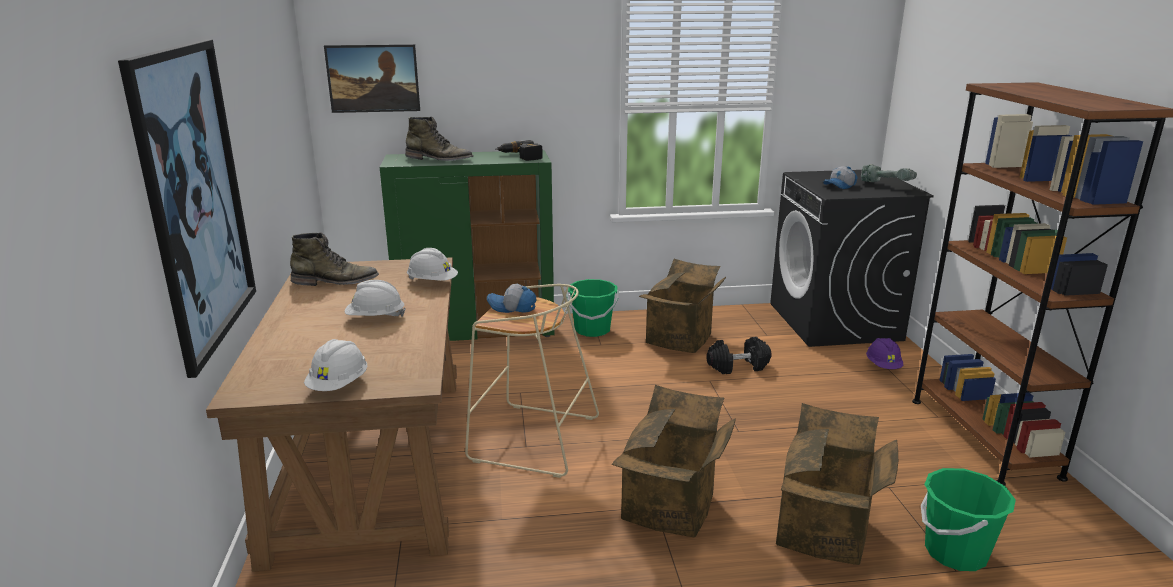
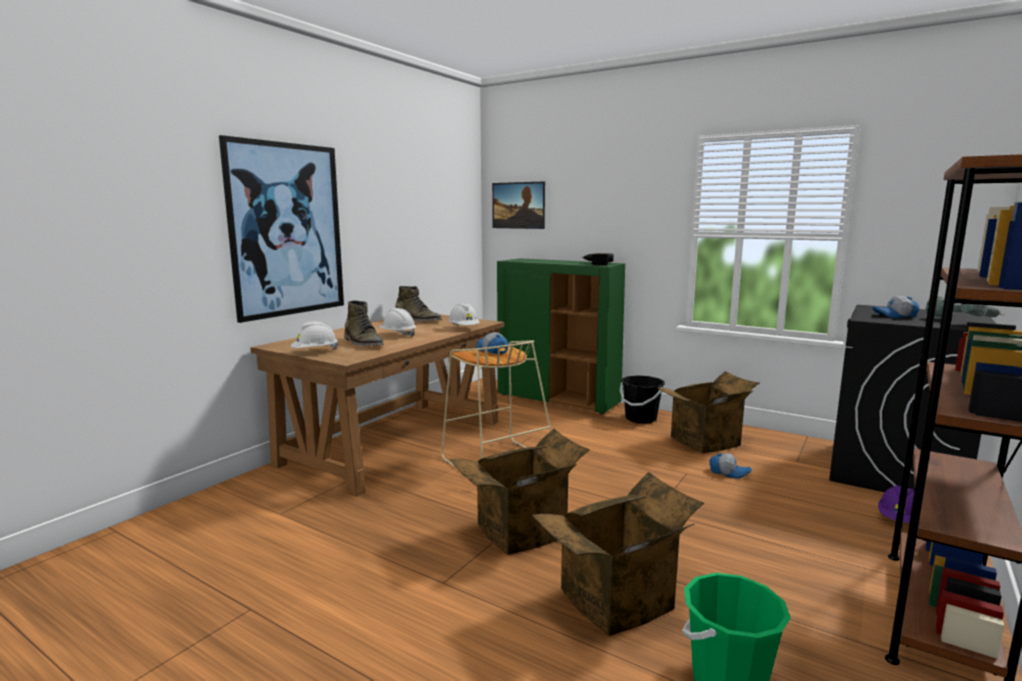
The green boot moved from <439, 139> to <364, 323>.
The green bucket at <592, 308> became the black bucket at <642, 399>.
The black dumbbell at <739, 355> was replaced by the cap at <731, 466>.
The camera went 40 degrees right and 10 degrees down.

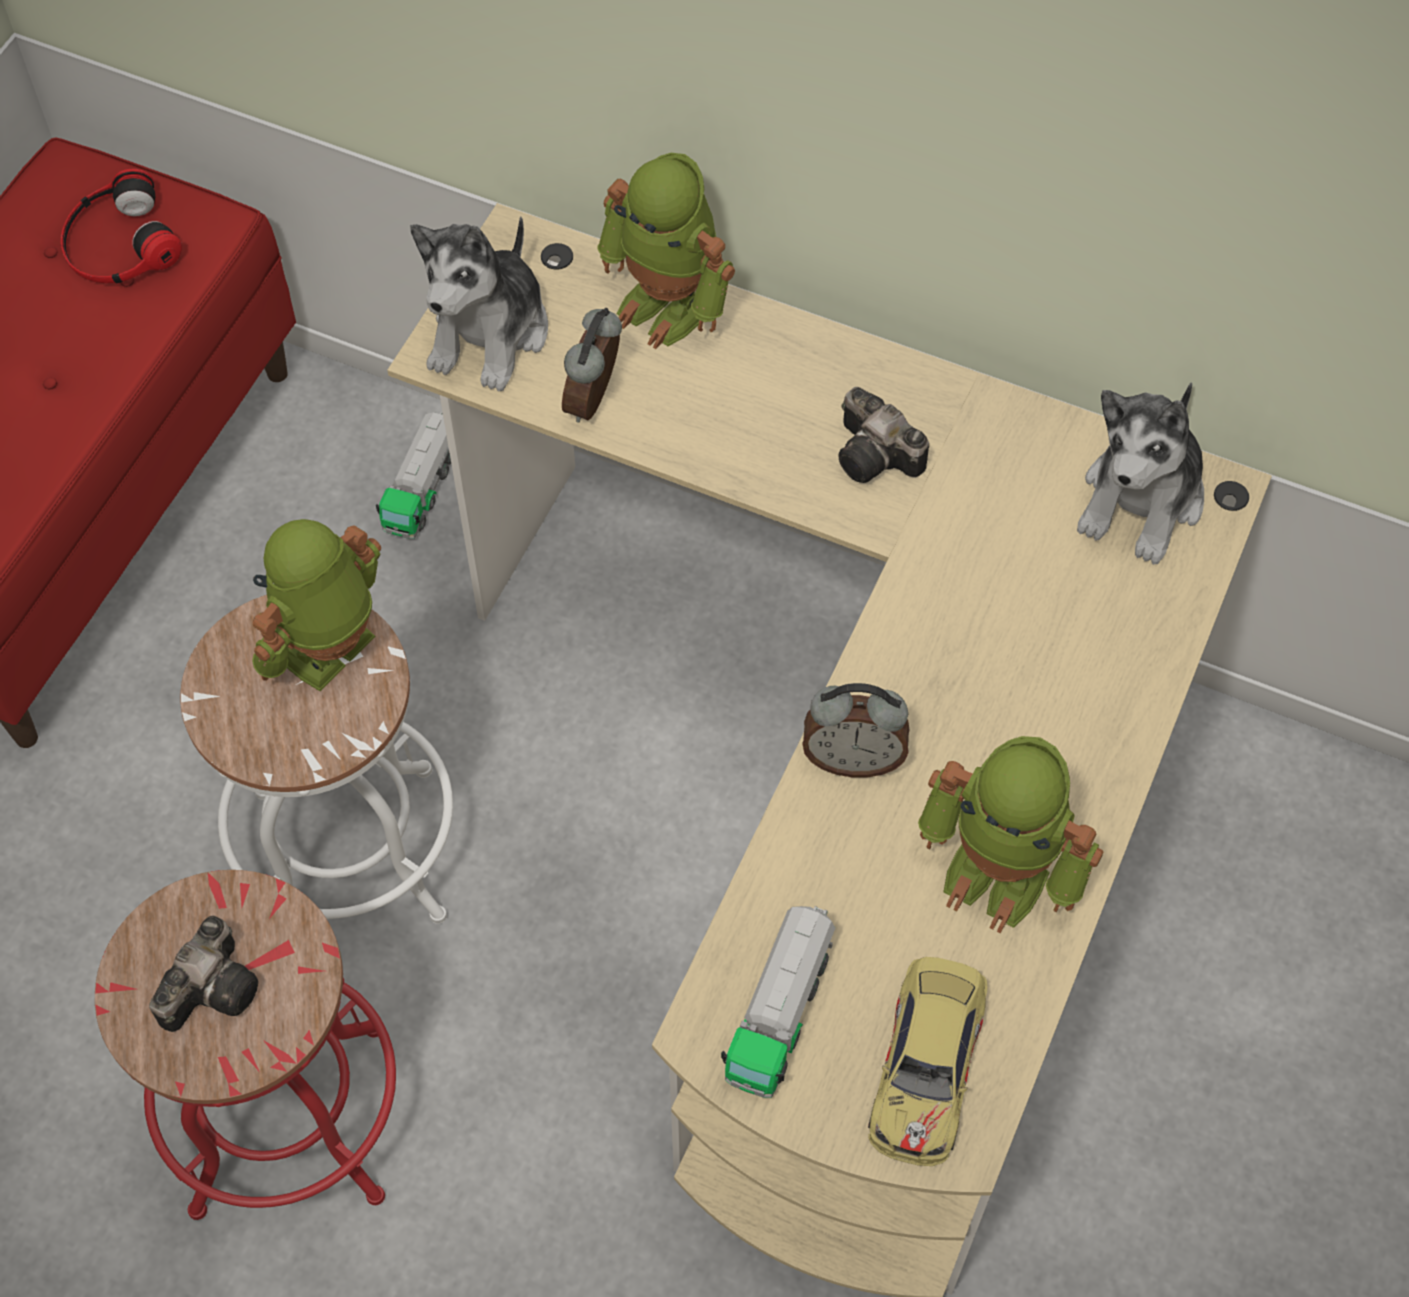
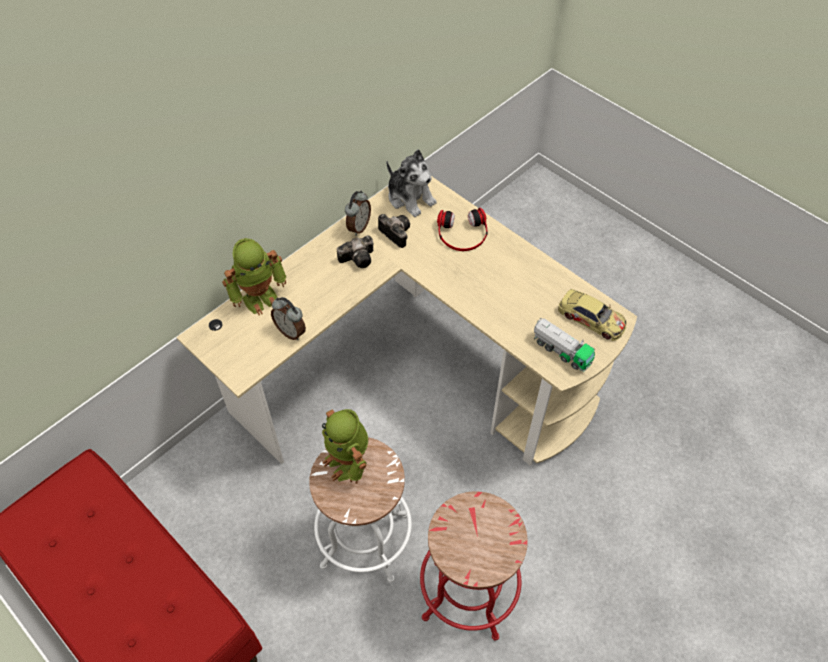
The headphones moved from <121, 226> to <462, 229>.
The plush toy at <479, 304> disappeared.
The toy truck at <413, 475> disappeared.
The alarm clock moved from <856, 730> to <358, 213>.
The toy robot at <1010, 834> disappeared.
The photo camera moved from <203, 974> to <394, 231>.
The camera went 70 degrees left and 5 degrees down.

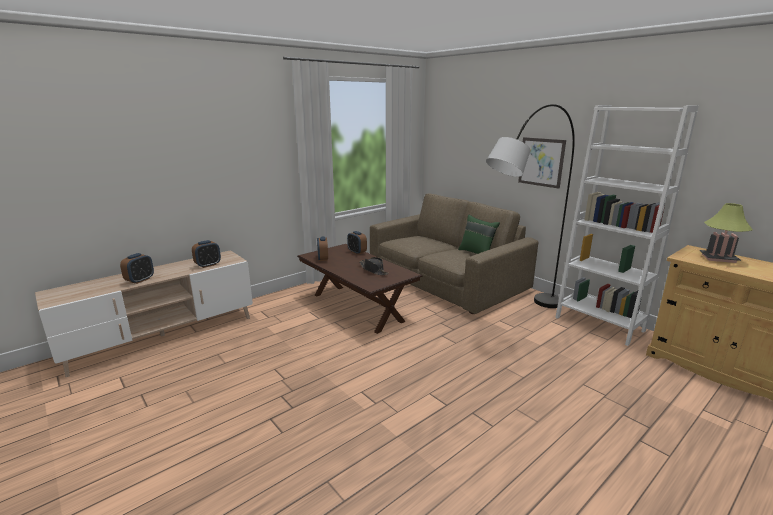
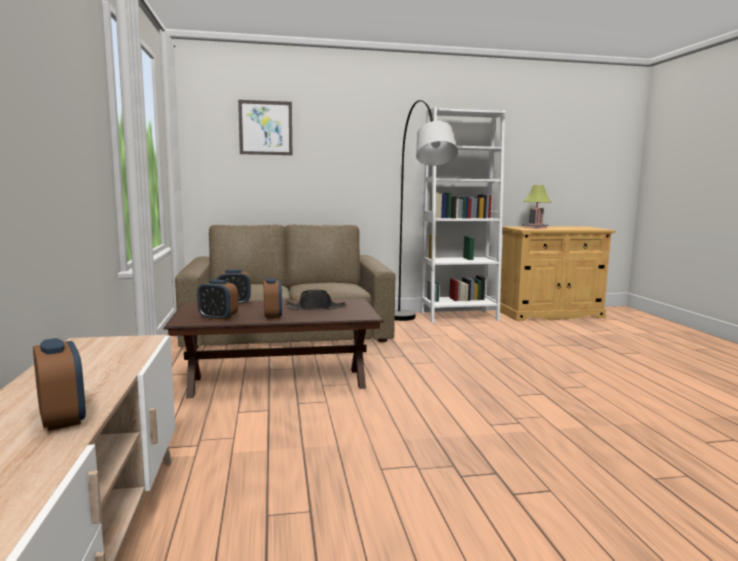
The picture moved from <542, 163> to <265, 127>.
The green pillow at <479, 234> disappeared.
The alarm clock moved from <206, 254> to <273, 298>.
The camera went 60 degrees left and 10 degrees down.

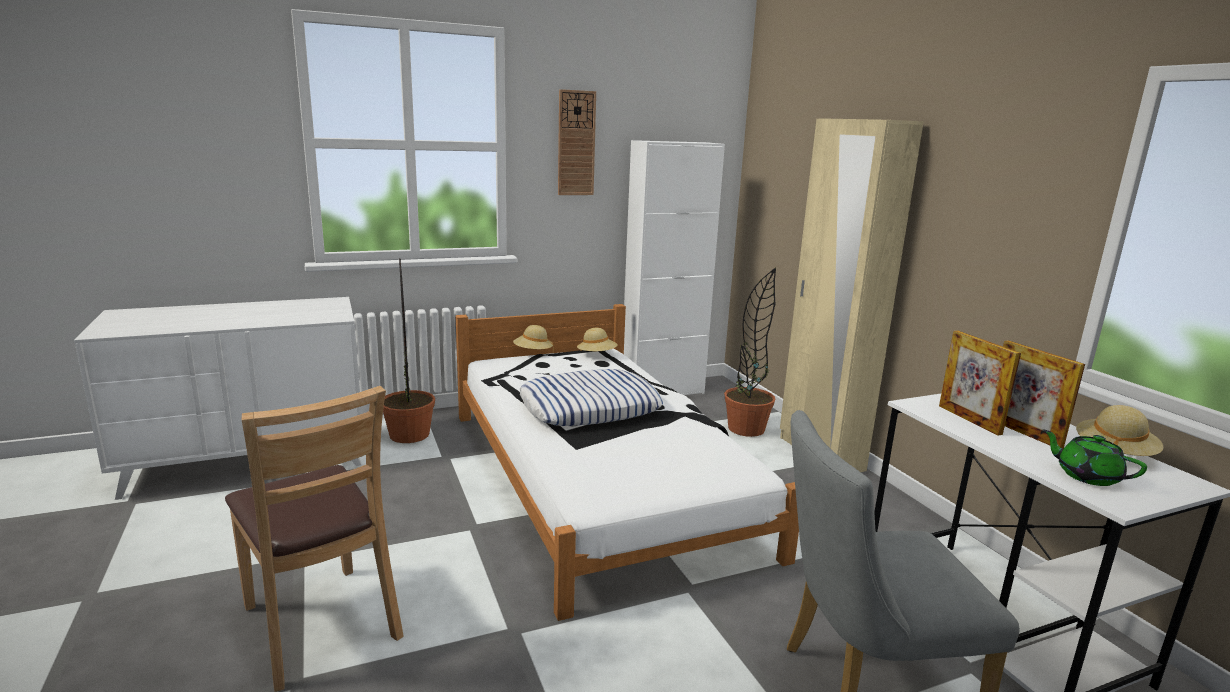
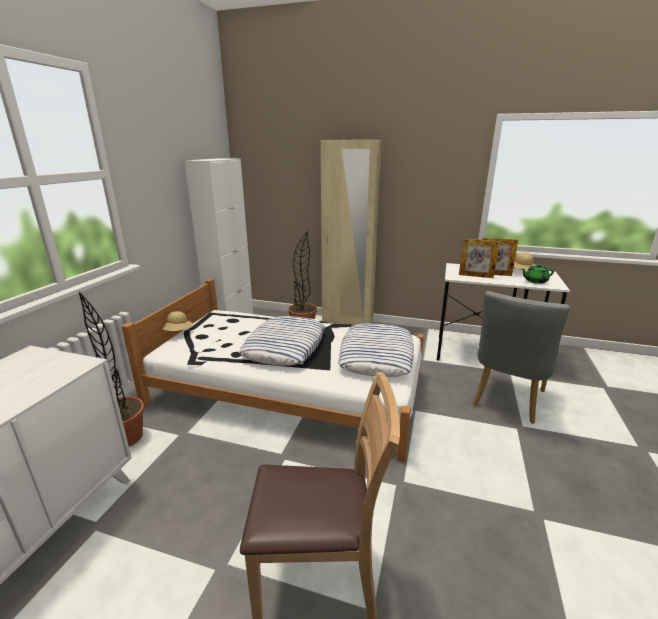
The wall clock at <577, 142> disappeared.
The beige hat at <597, 339> disappeared.
The pillow at <376, 350> appeared.
The camera went 50 degrees left and 5 degrees up.

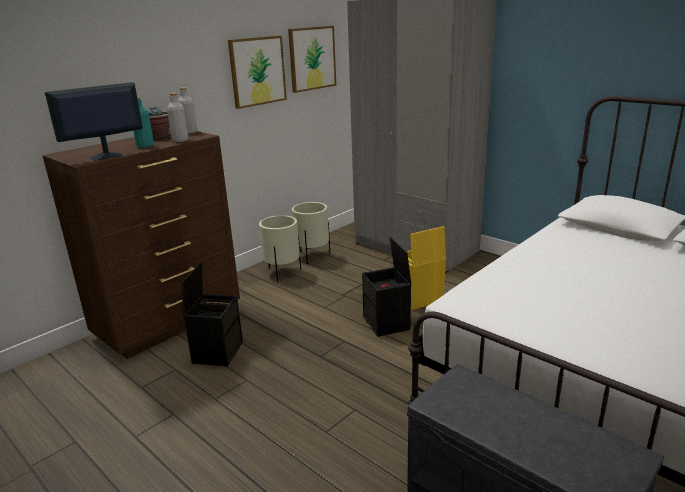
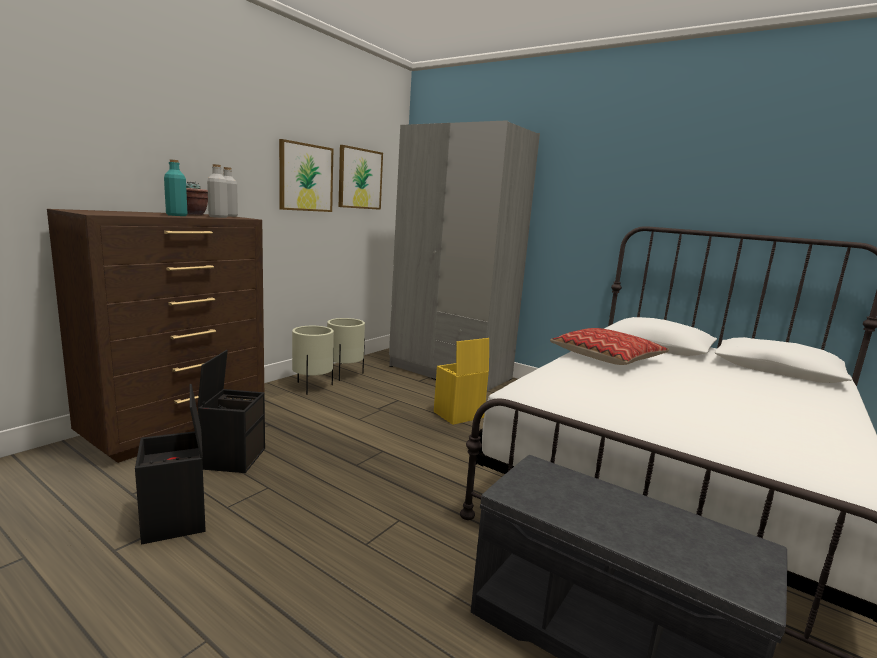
The monitor at <94, 121> disappeared.
The black storage box moved from <386, 287> to <170, 464>.
The pillow at <609, 346> appeared.
The camera went 10 degrees left and 10 degrees down.

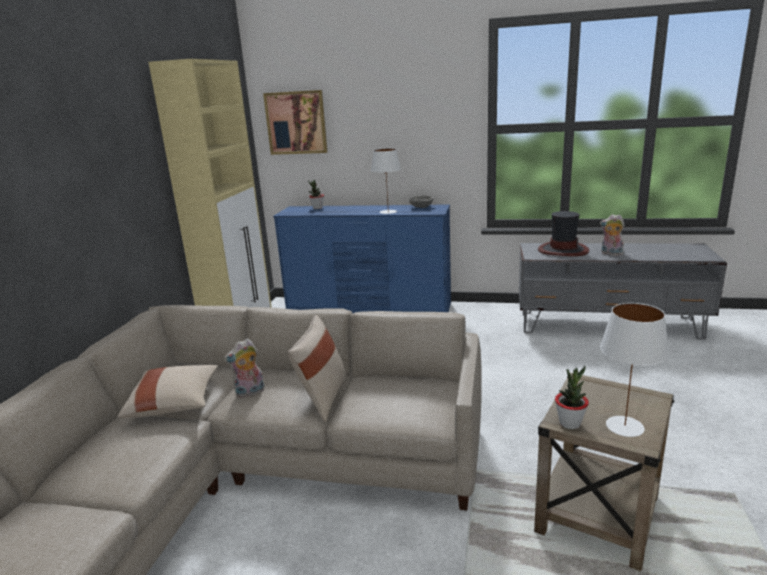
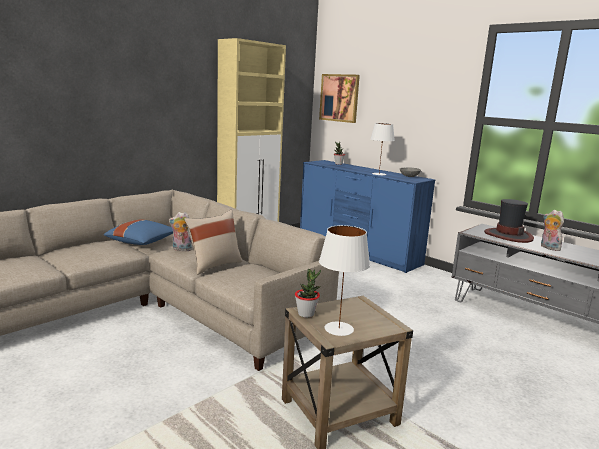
The beige pillow at <167, 391> became the blue pillow at <138, 232>.
The camera went 30 degrees right and 5 degrees down.

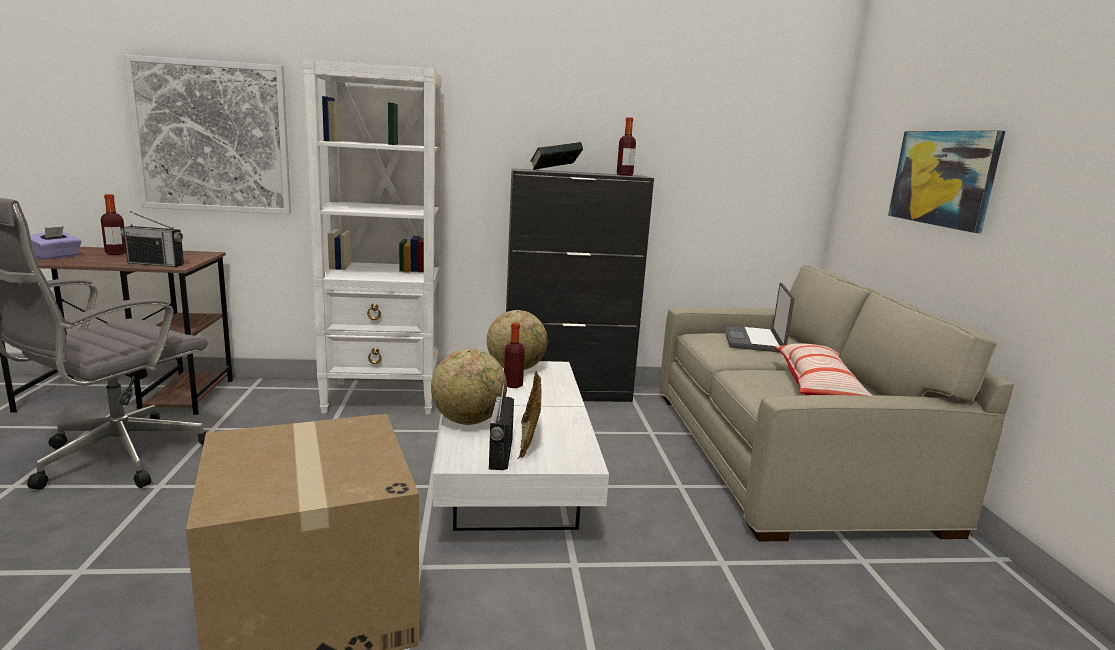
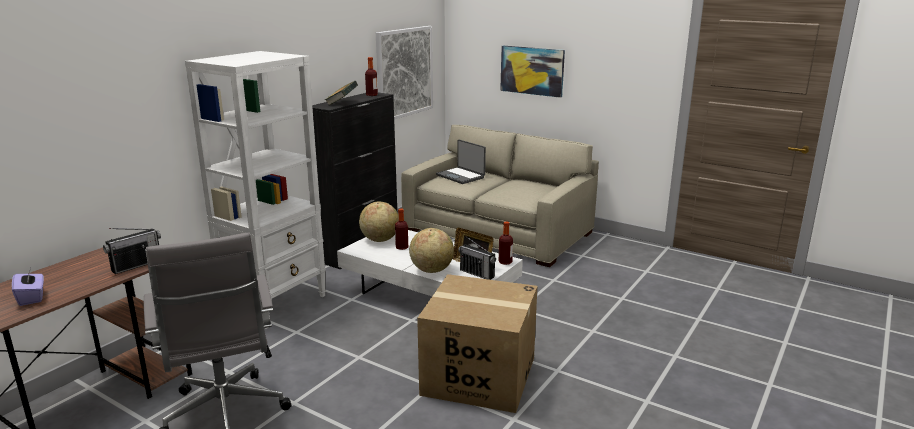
The picture moved from <207, 134> to <404, 73>.
The bottle moved from <113, 224> to <506, 243>.
The pillow at <824, 369> disappeared.
The camera went 50 degrees left and 5 degrees up.

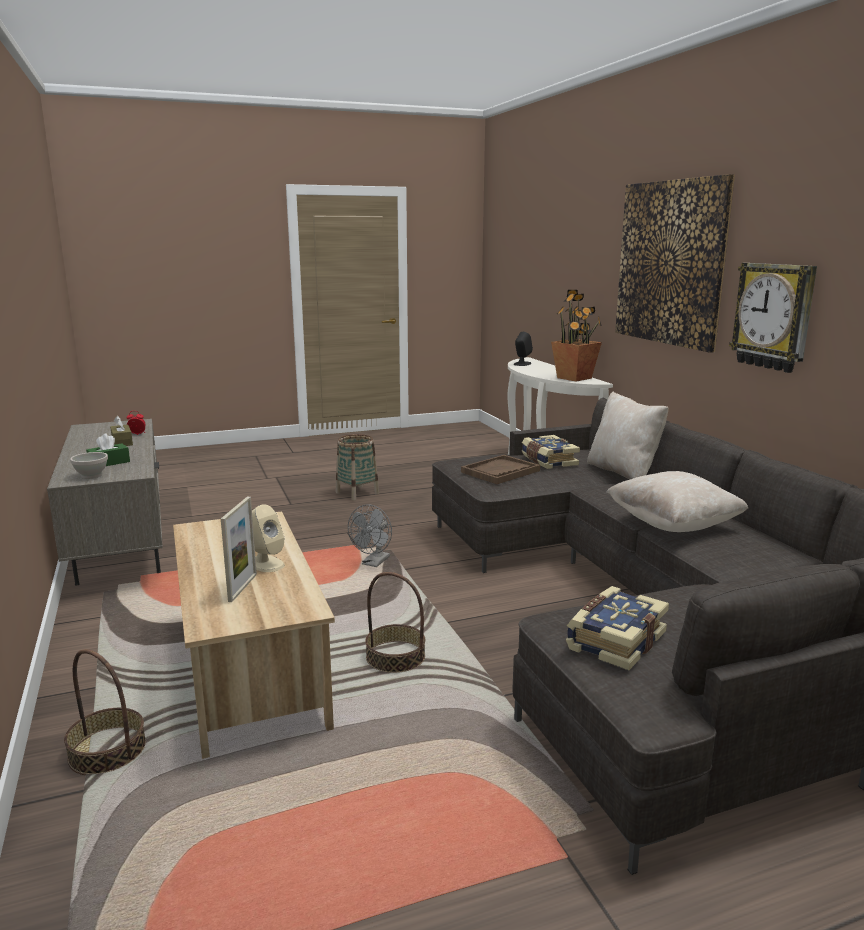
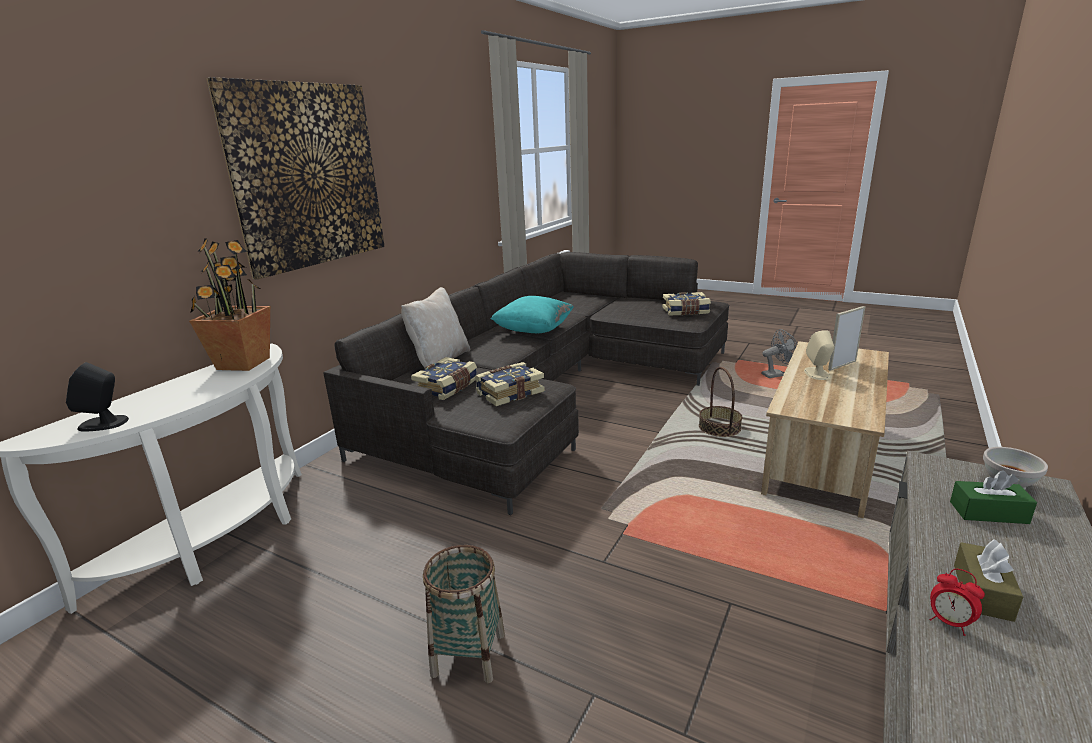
The wall clock at <773, 318> disappeared.
The brown tray at <500, 469> was replaced by the book at <510, 384>.
The beige pillow at <677, 501> became the turquoise pillow at <532, 314>.
The grey fan moved from <370, 536> to <779, 353>.
The basket at <105, 712> disappeared.
The camera went 130 degrees left and 5 degrees up.

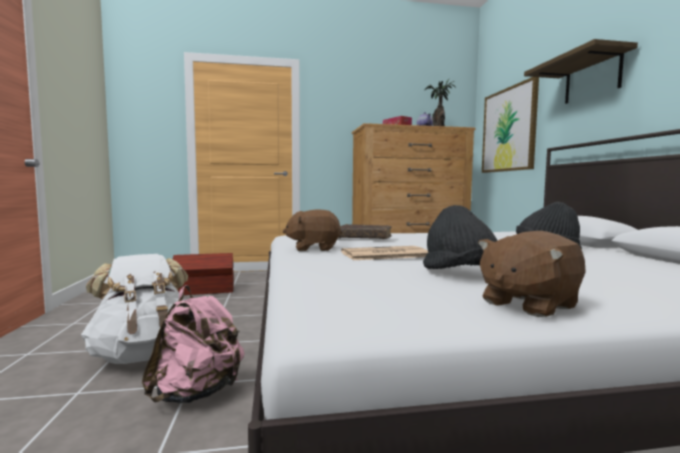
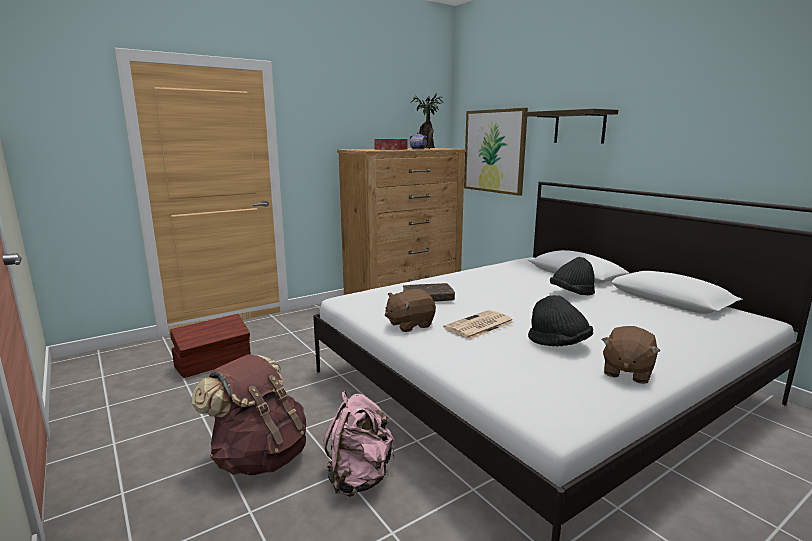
The white backpack at <134, 309> became the brown backpack at <249, 414>.
The camera went 25 degrees left and 10 degrees up.

